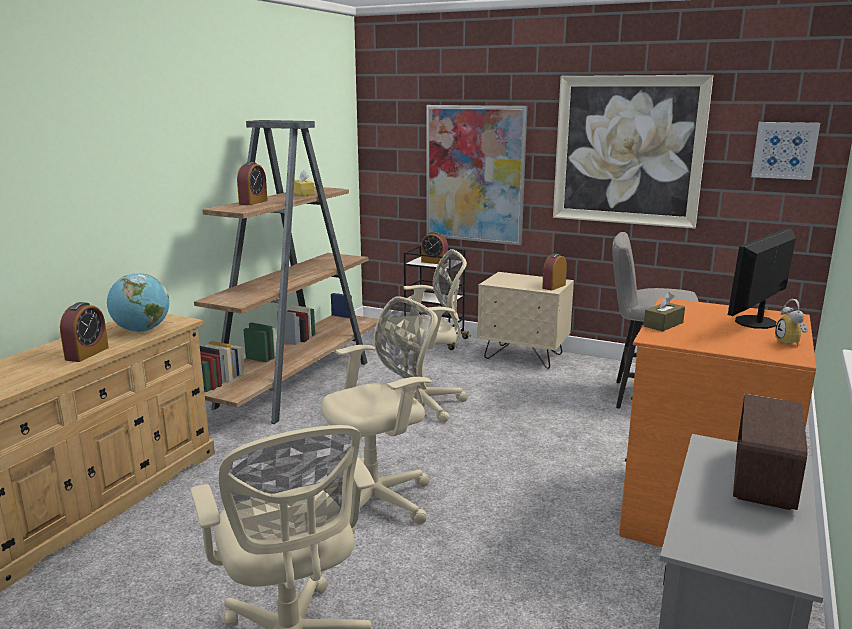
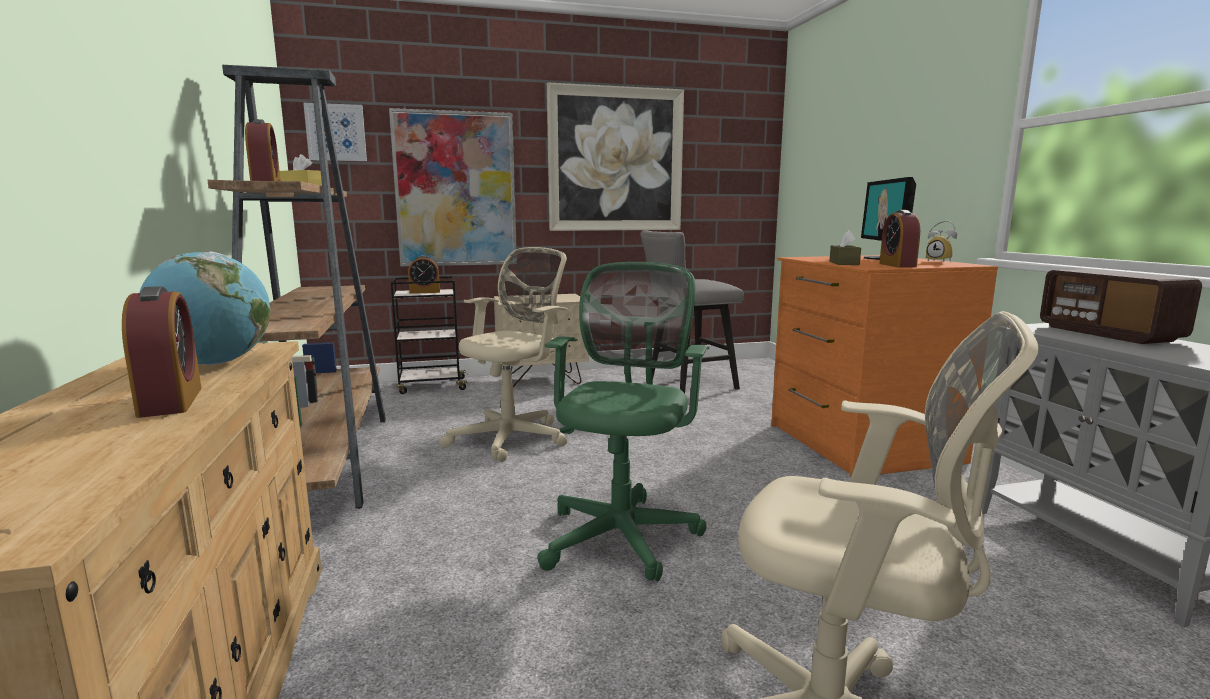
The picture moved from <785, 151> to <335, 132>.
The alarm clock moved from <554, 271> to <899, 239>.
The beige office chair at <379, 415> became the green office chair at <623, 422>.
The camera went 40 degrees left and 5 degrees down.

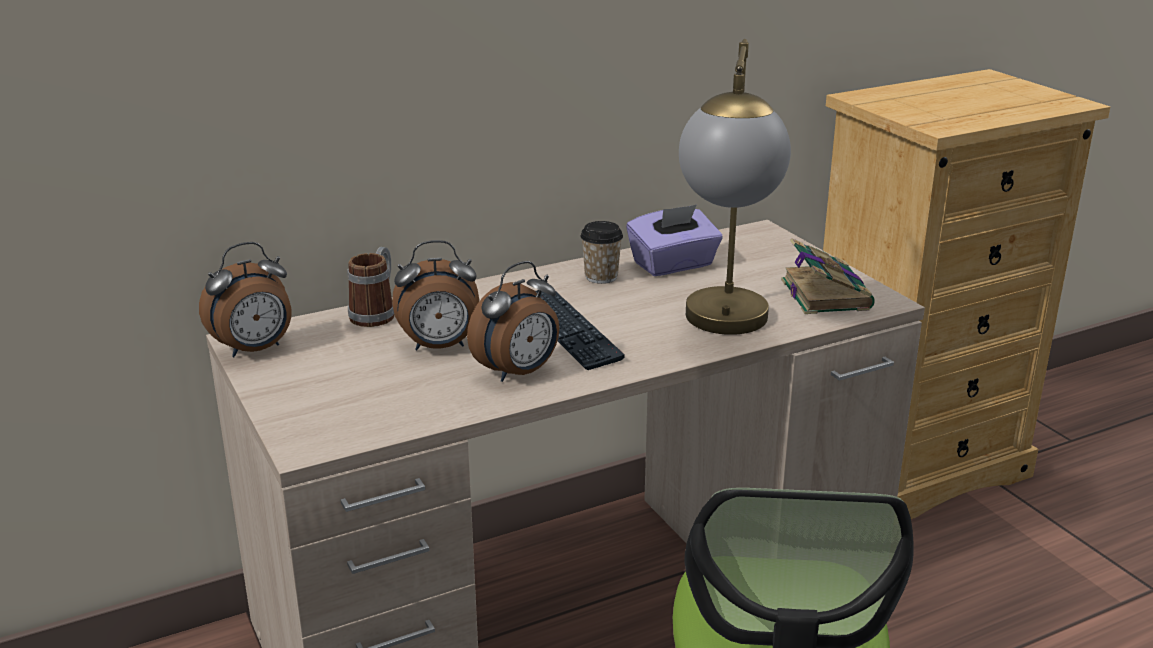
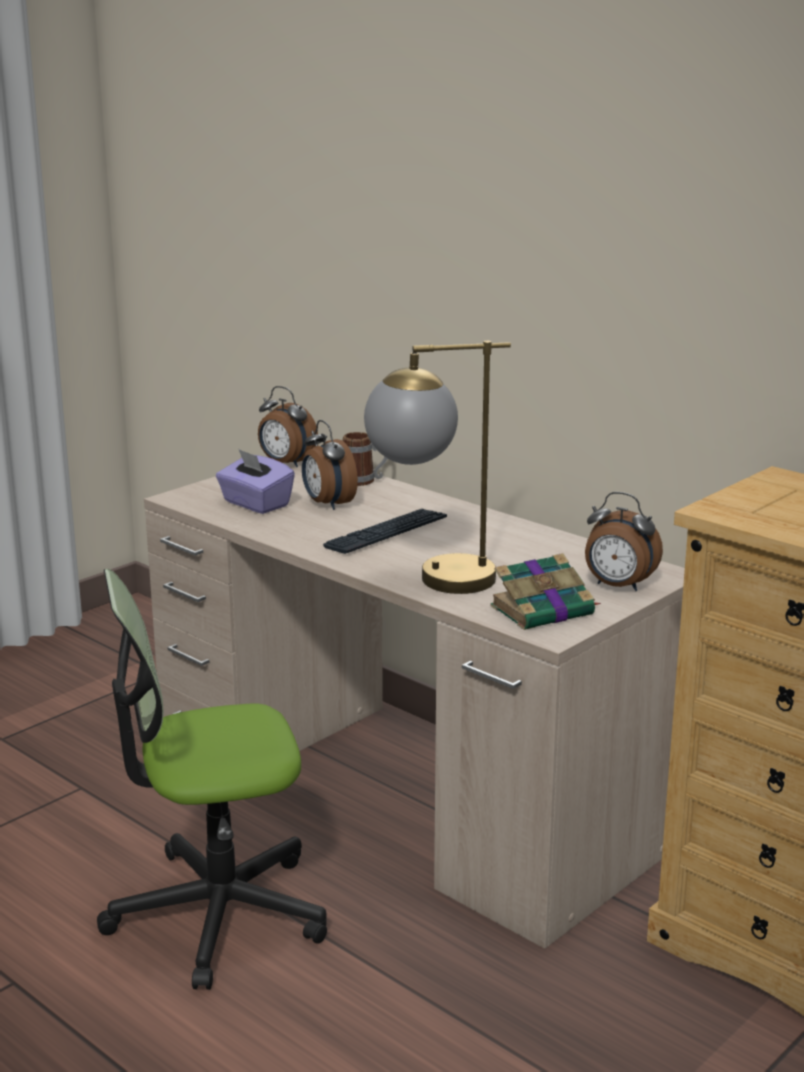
The purple tissue box moved from <674, 240> to <255, 481>.
The cup at <601, 252> disappeared.
The alarm clock moved from <513, 321> to <624, 541>.
The camera went 70 degrees right and 5 degrees down.

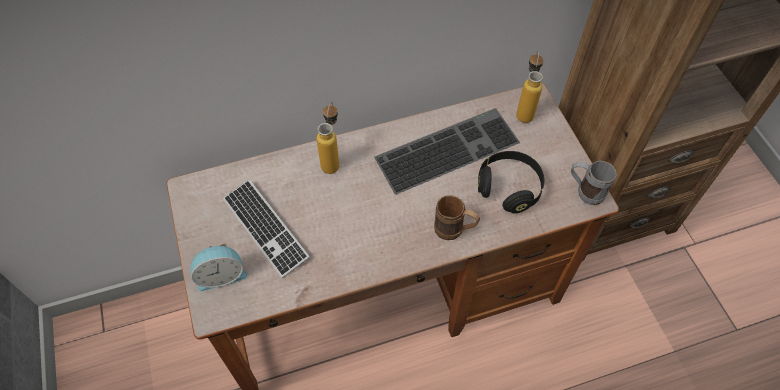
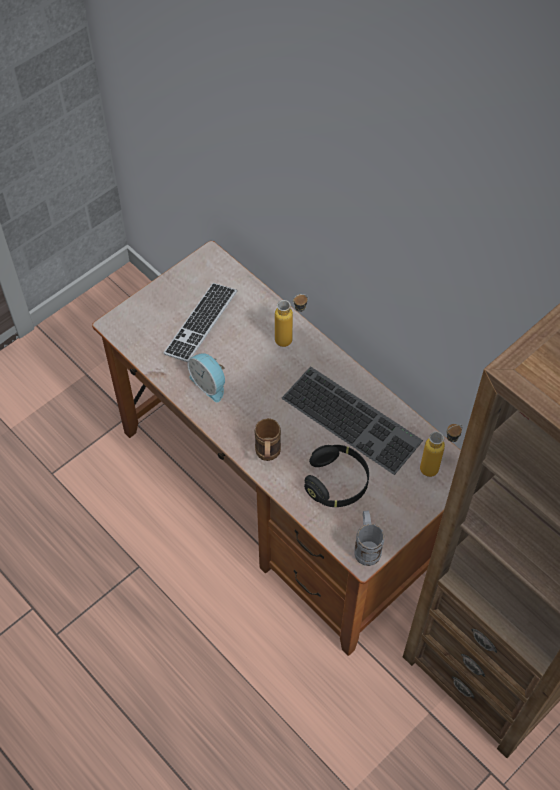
The alarm clock moved from <219, 268> to <206, 377>.
The camera went 65 degrees right and 0 degrees up.

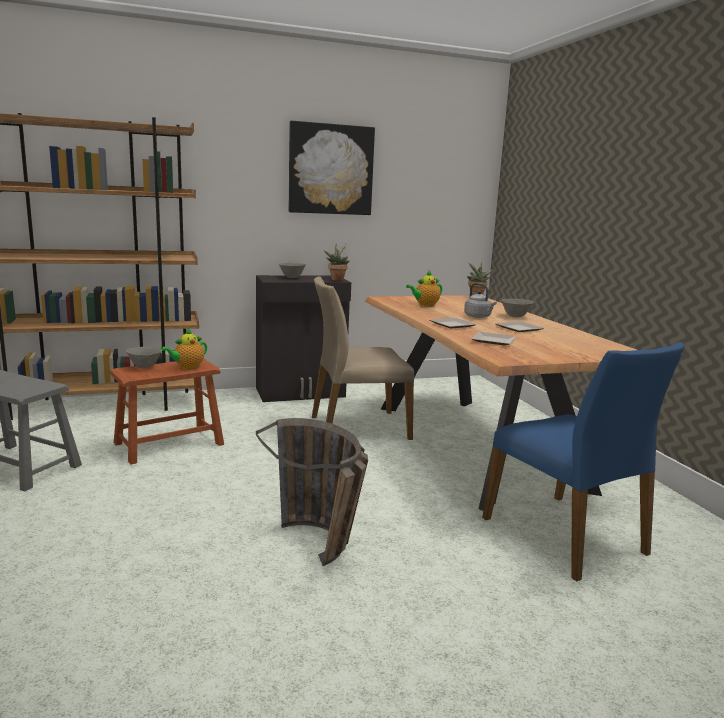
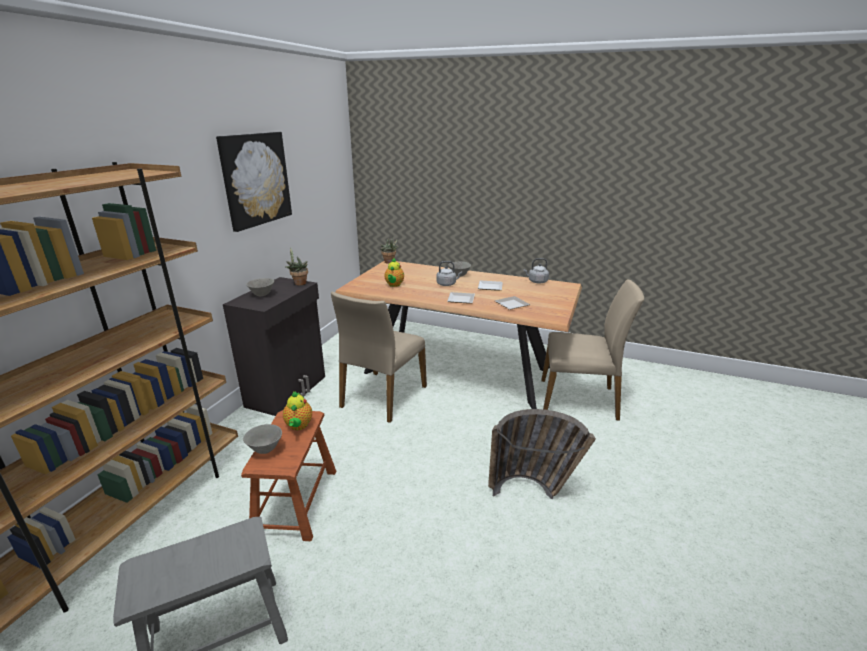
The blue chair at <583, 461> became the beige chair at <592, 350>.
The grey kettle at <536, 270> appeared.
The camera went 50 degrees left and 10 degrees up.

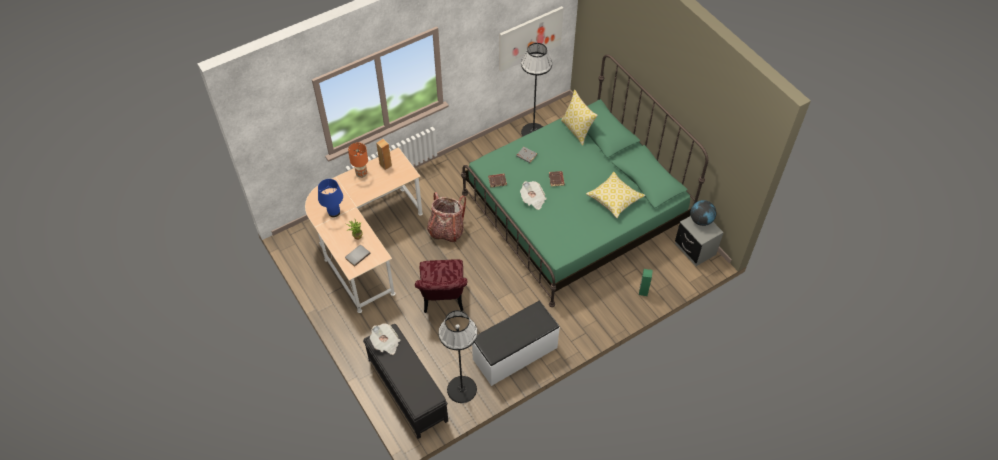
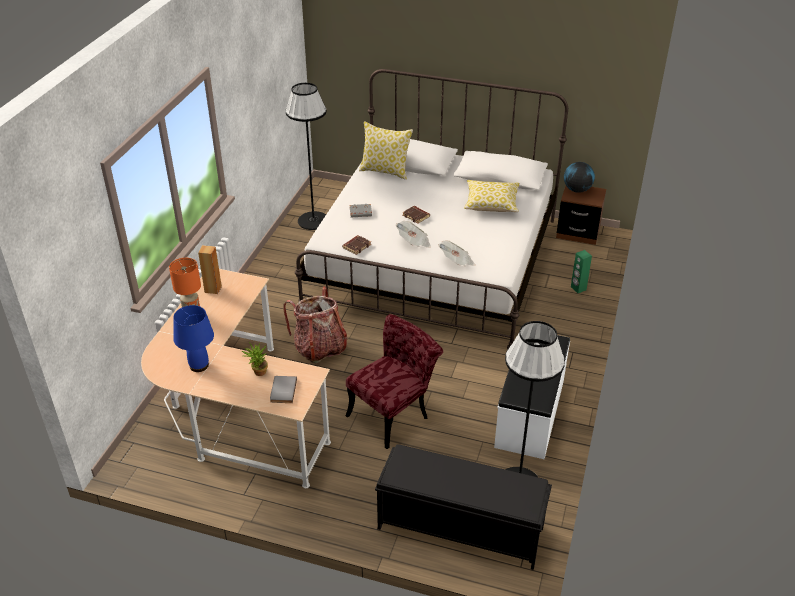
The picture at <532, 39> disappeared.
The green bed at <584, 180> became the white bed at <431, 209>.
The grey nightstand at <699, 241> became the brown nightstand at <581, 215>.
The red chair at <441, 286> turned 90 degrees counterclockwise.
The newspaper moved from <385, 339> to <456, 253>.
The camera went 40 degrees left and 15 degrees down.

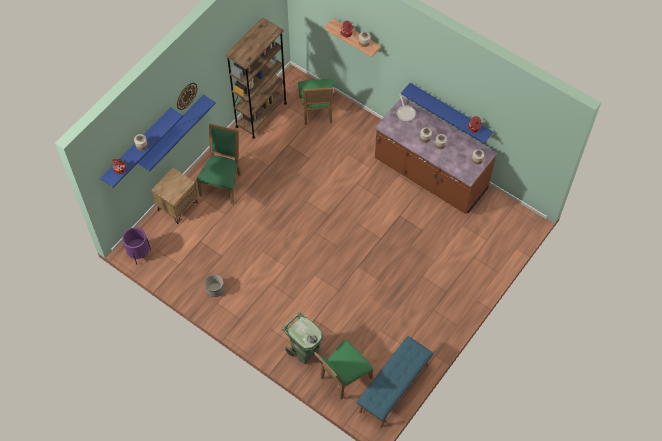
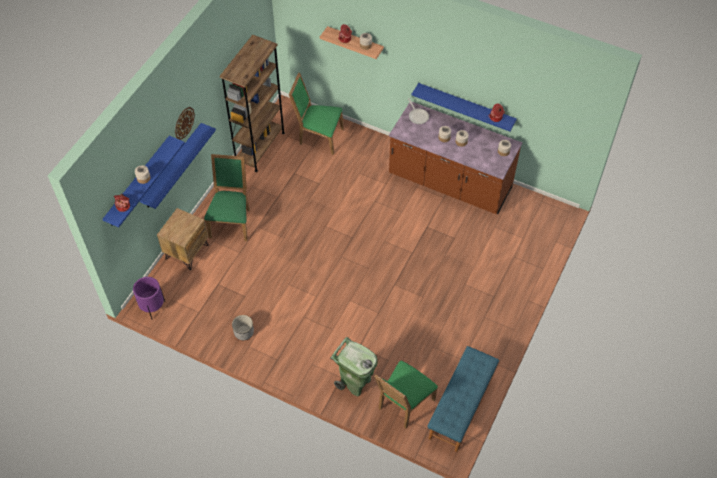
The green chair at <316, 102> turned 120 degrees clockwise.
The camera went 10 degrees left and 5 degrees down.

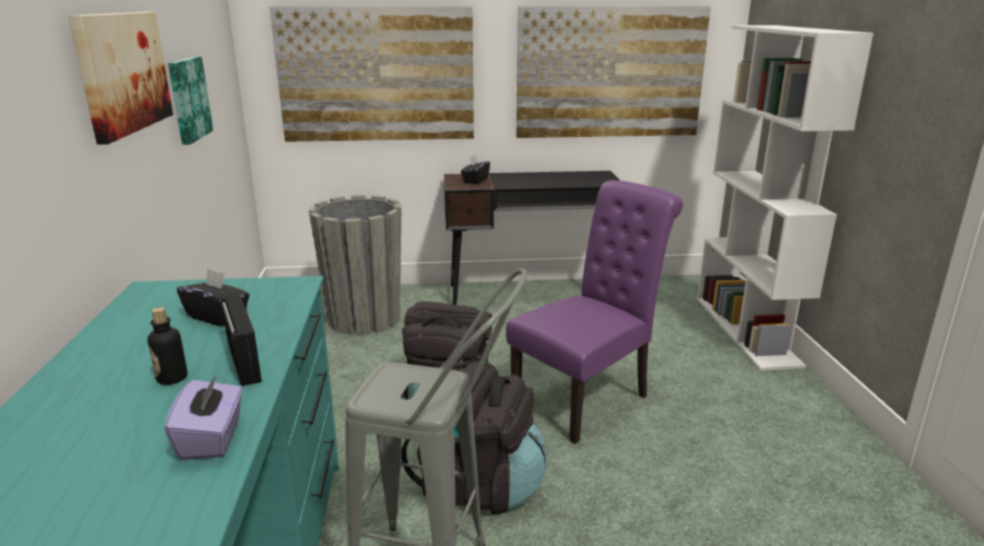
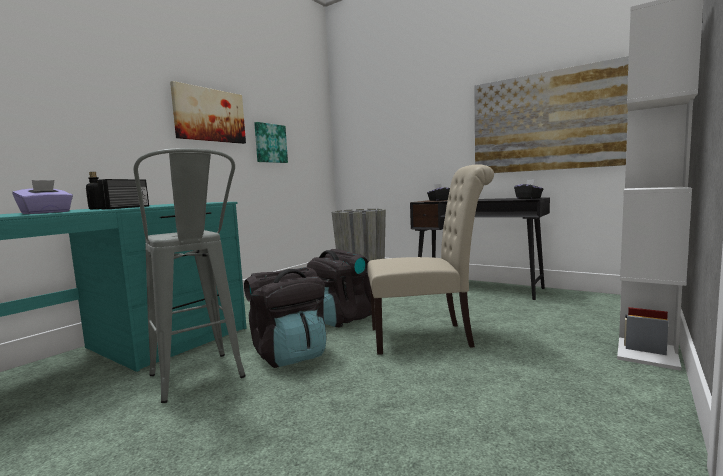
The picture at <371, 74> disappeared.
The purple chair at <594, 312> became the beige chair at <430, 259>.
The black tissue box moved from <213, 297> to <528, 189>.
The camera went 40 degrees right and 15 degrees down.

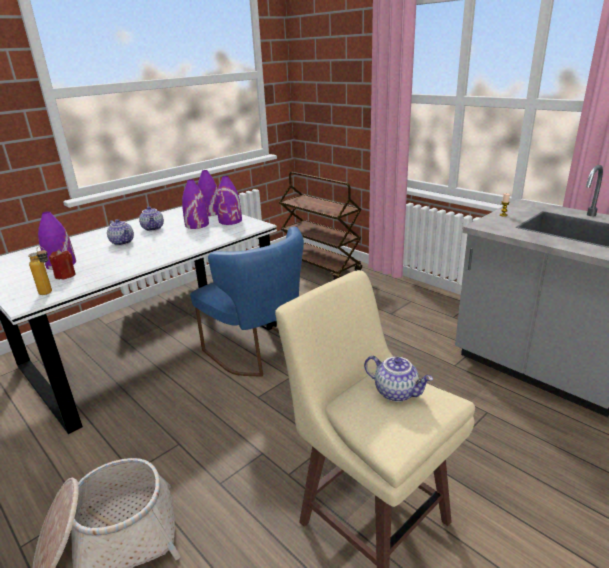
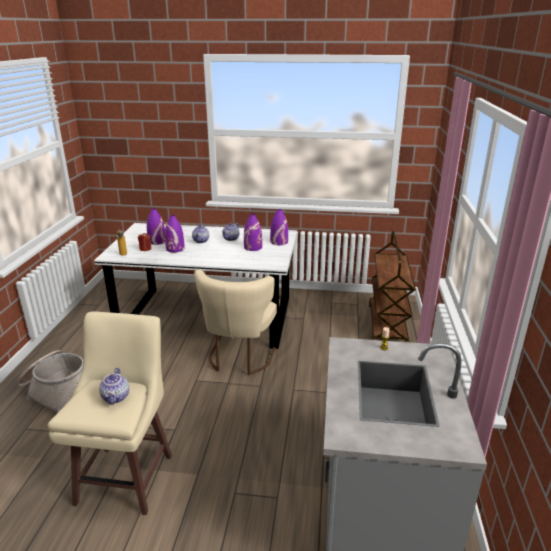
The purple vase moved from <229, 200> to <175, 234>.
The blue chair at <247, 302> became the beige chair at <235, 322>.
The camera went 50 degrees right and 0 degrees up.

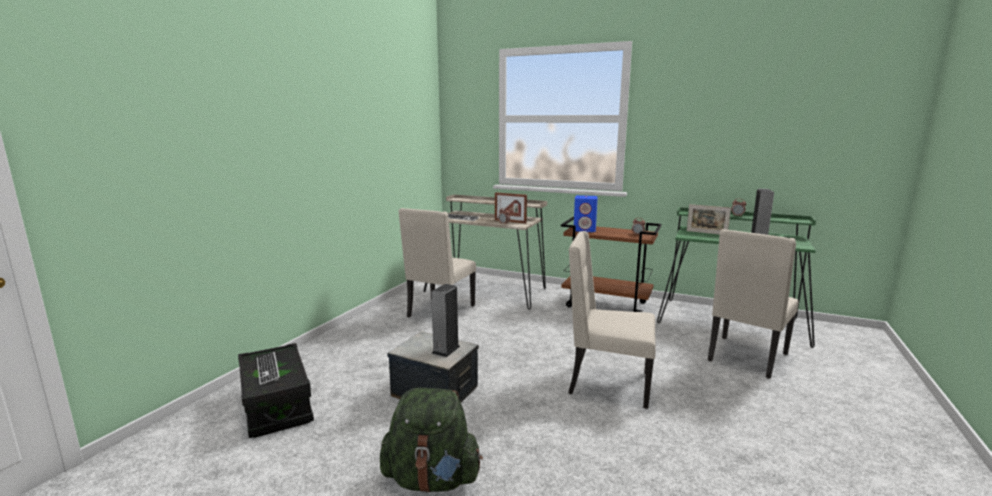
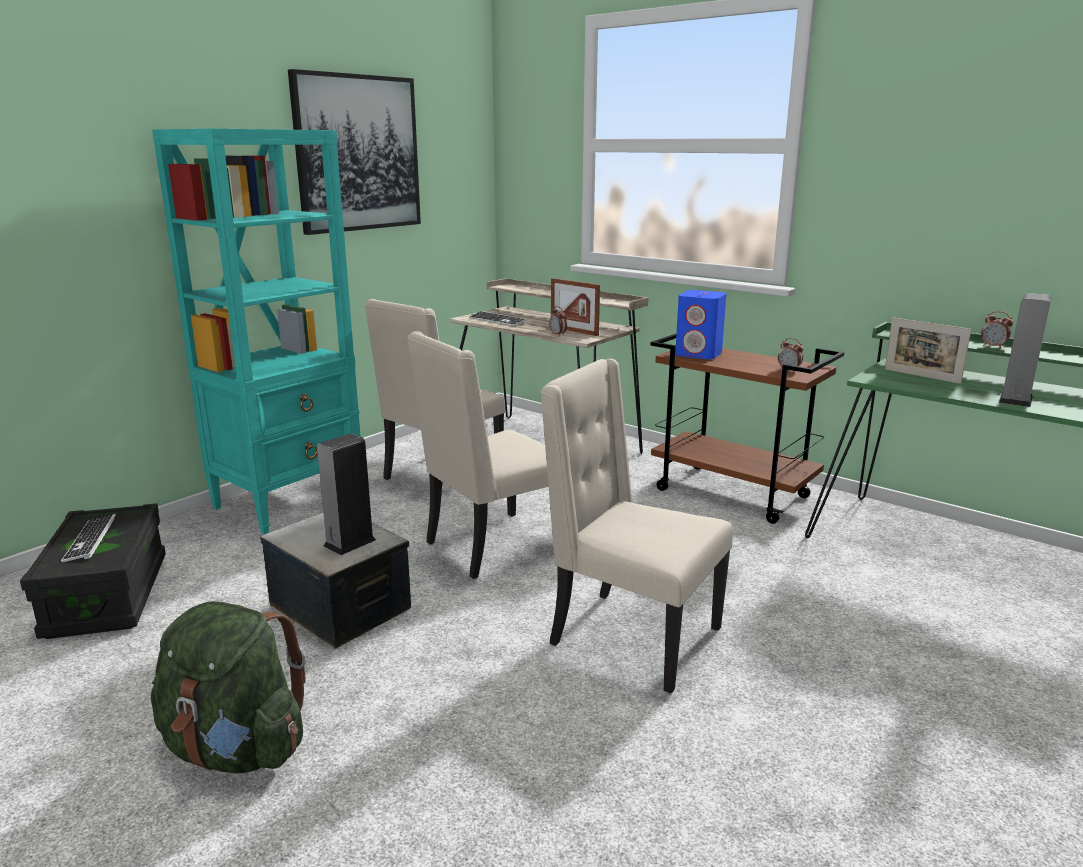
The beige chair moved from <753, 303> to <478, 455>.
The picture at <354, 152> appeared.
The turquoise bookcase at <256, 331> appeared.
The camera went 15 degrees right and 5 degrees up.

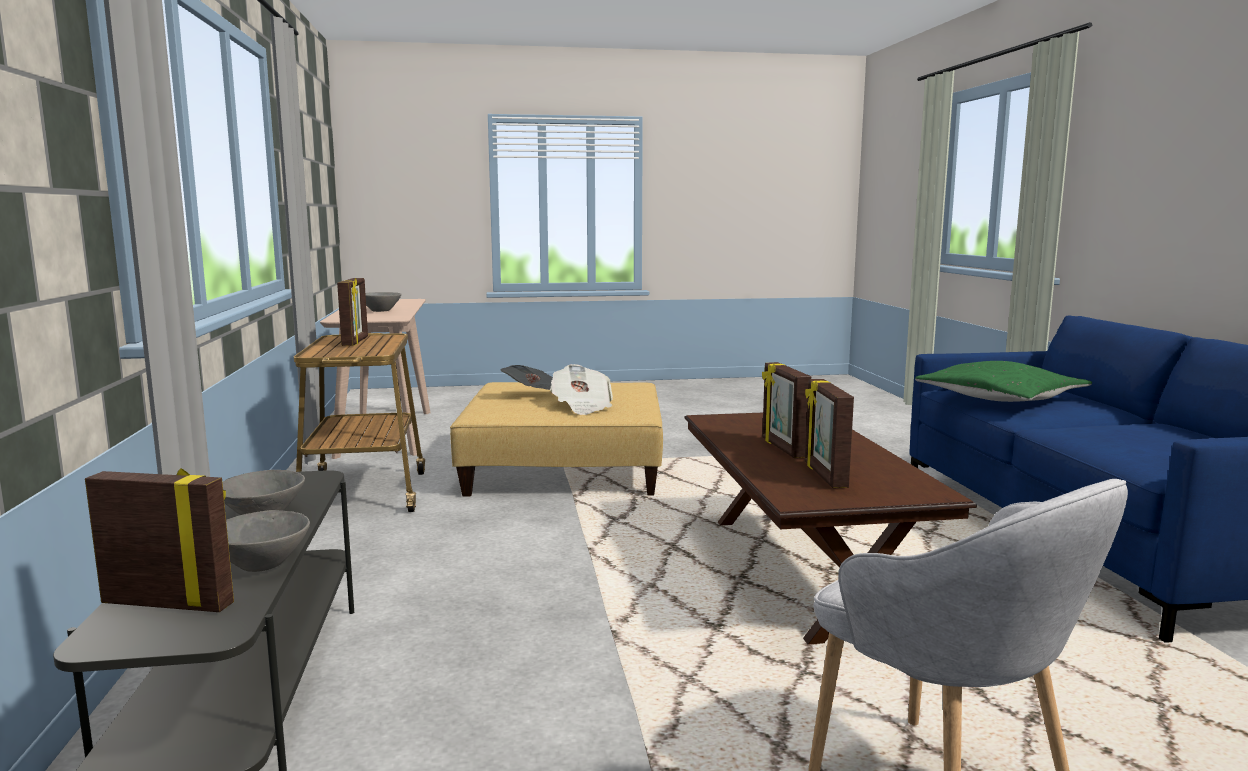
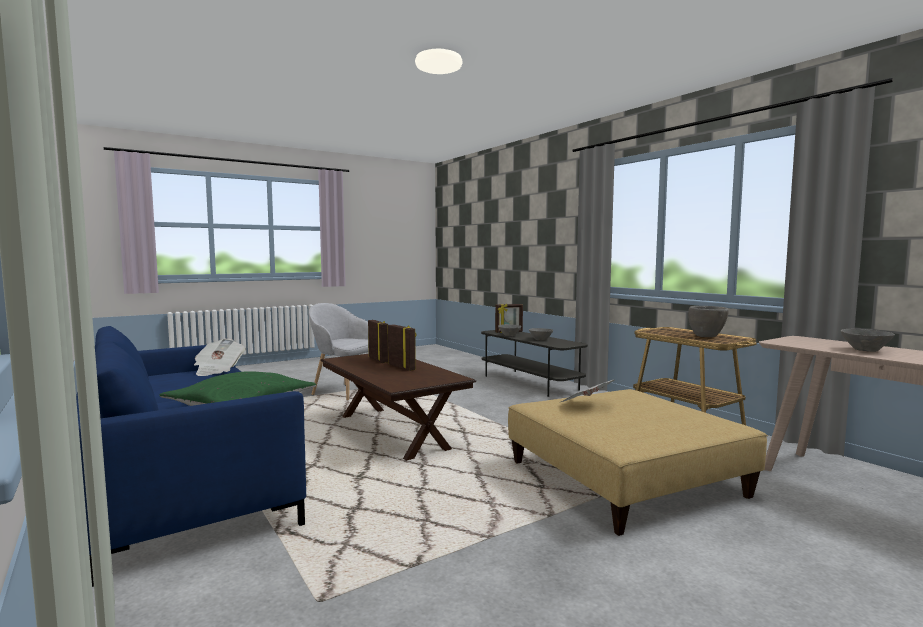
The picture frame at <352, 312> was replaced by the grey bowl at <708, 321>.
The newspaper moved from <526, 377> to <219, 357>.
The camera went 155 degrees right and 5 degrees down.

